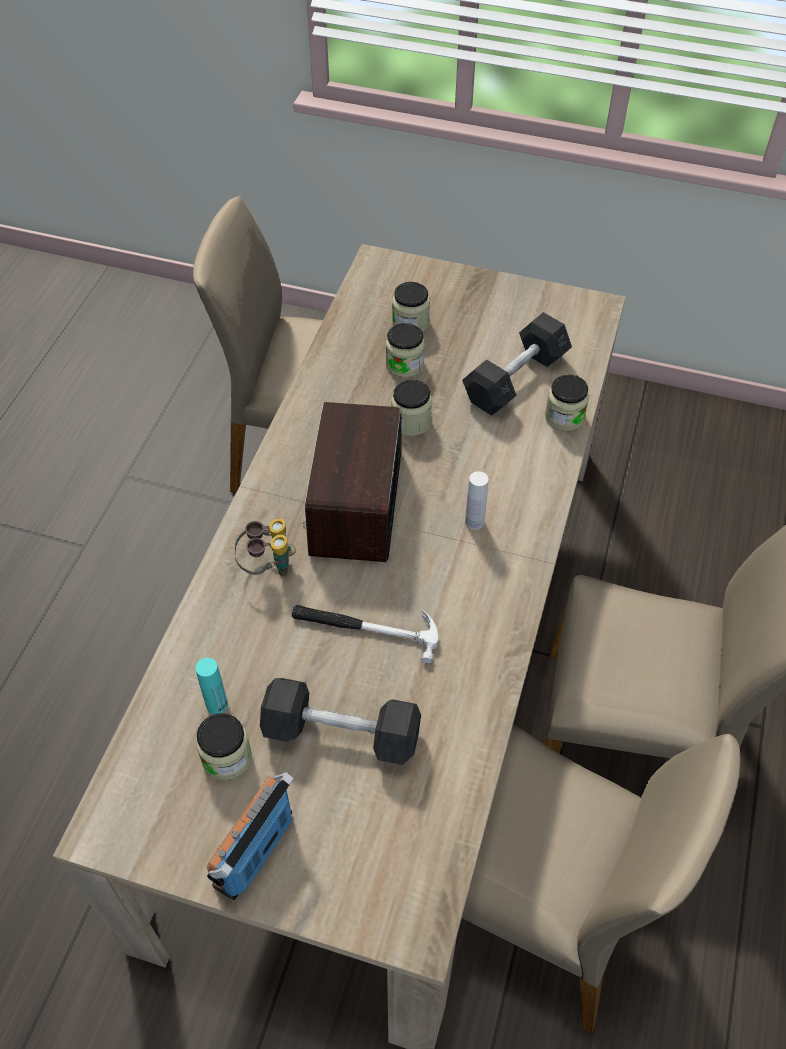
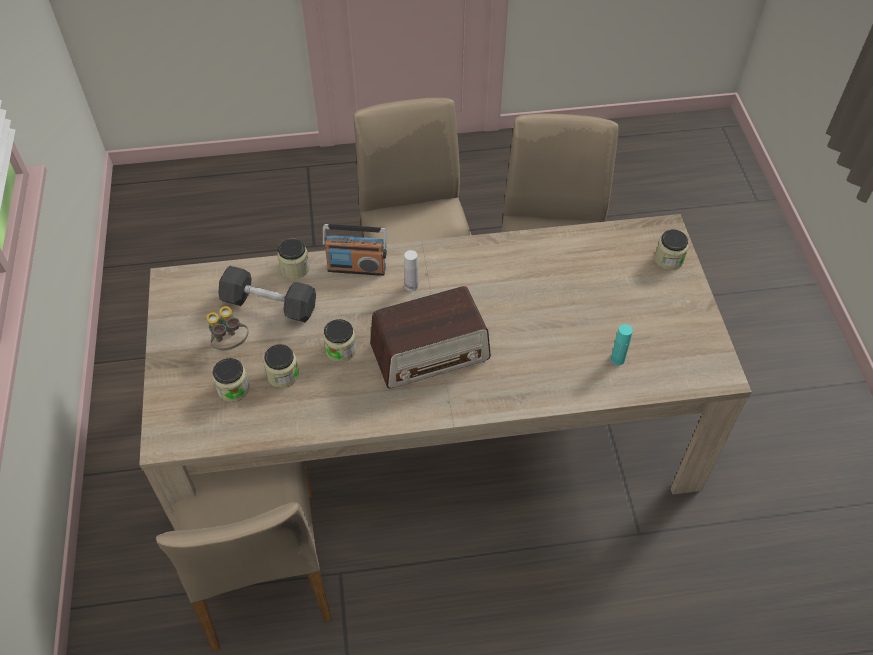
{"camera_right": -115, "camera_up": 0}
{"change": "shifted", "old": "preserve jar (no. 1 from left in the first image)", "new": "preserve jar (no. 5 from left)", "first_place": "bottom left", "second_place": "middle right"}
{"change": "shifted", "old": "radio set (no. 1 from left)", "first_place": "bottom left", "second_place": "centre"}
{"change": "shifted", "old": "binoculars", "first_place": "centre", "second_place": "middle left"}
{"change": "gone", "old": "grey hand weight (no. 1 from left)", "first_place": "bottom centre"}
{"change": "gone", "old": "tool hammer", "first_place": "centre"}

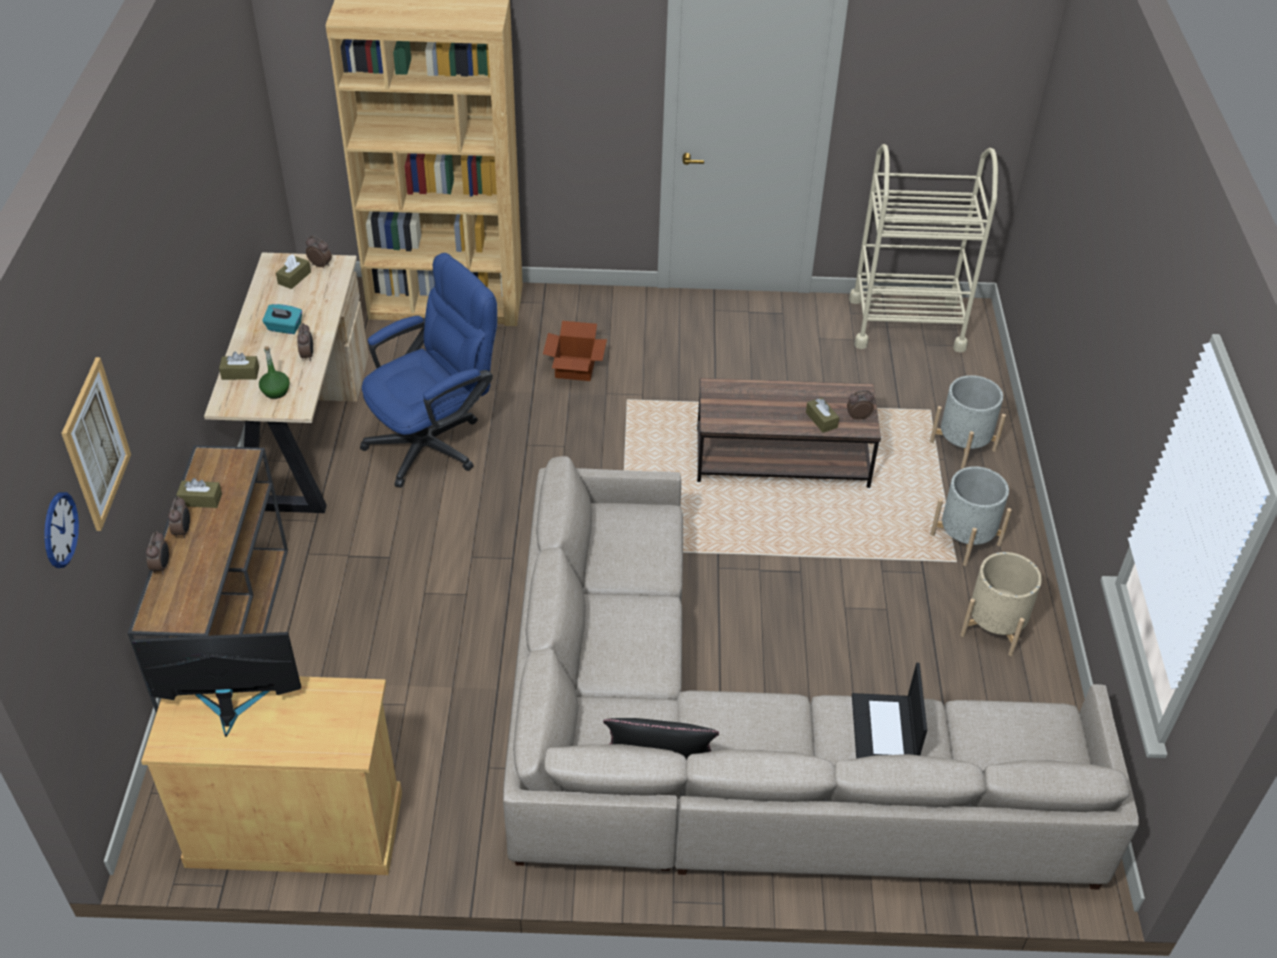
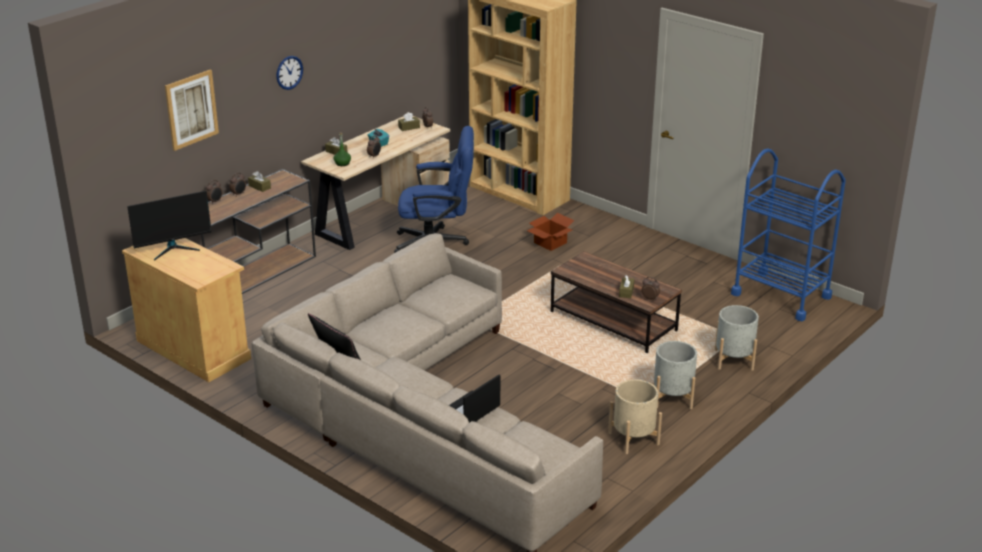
{"camera_right": 40, "camera_up": -15}
{"change": "shifted", "old": "clock on the wall", "first_place": "middle left", "second_place": "top left"}
{"change": "rotated", "old": "monitor", "first_place": "bottom left", "second_place": "middle left", "degrees": 120}
{"change": "repainted", "old": "beige wheeled cart", "new": "blue-coloured wheeled cart", "first_place": "top right", "second_place": "middle right"}

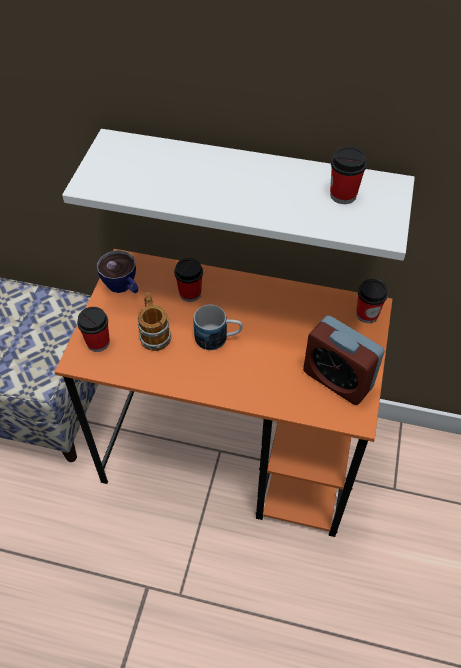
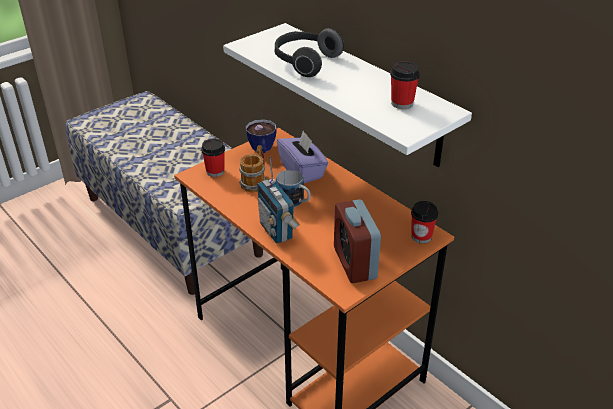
{"camera_right": 35, "camera_up": -15}
{"change": "swapped", "old": "cup (no. 3 from left)", "new": "purple tissue box", "first_place": "centre", "second_place": "centre"}
{"change": "new", "new": "radio set", "second_place": "centre"}
{"change": "new", "new": "headphones", "second_place": "top centre"}

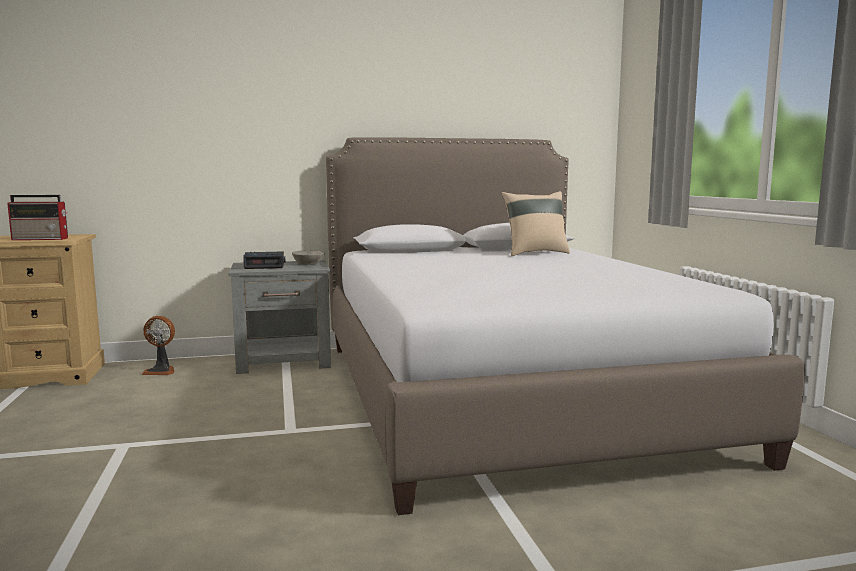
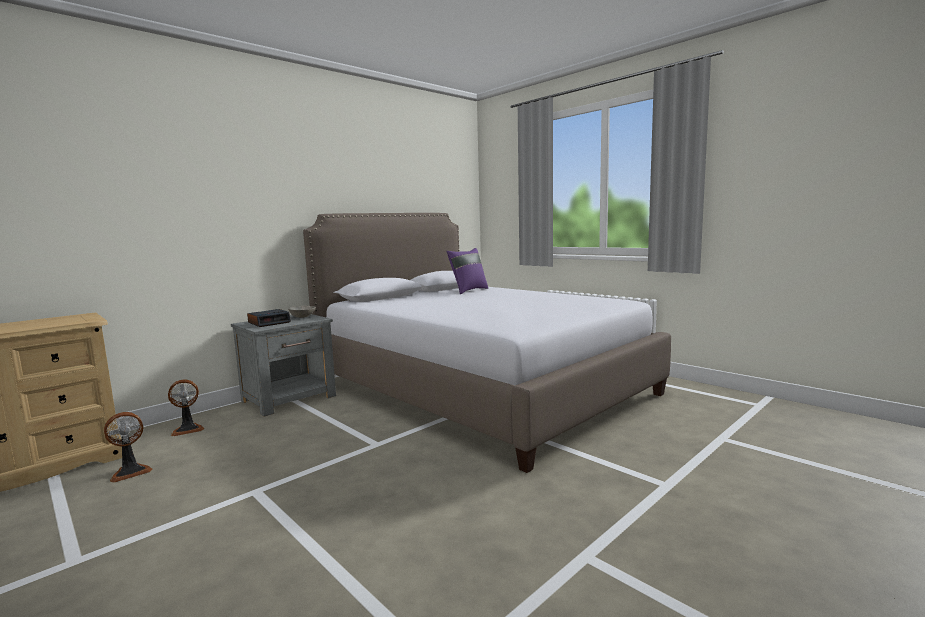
{"camera_right": -30, "camera_up": 0}
{"change": "gone", "old": "radio set", "first_place": "middle left"}
{"change": "repainted", "old": "beige cushion", "new": "purple cushion", "first_place": "centre", "second_place": "centre"}
{"change": "new", "new": "electric fan (no. 1 from left)", "second_place": "bottom left"}

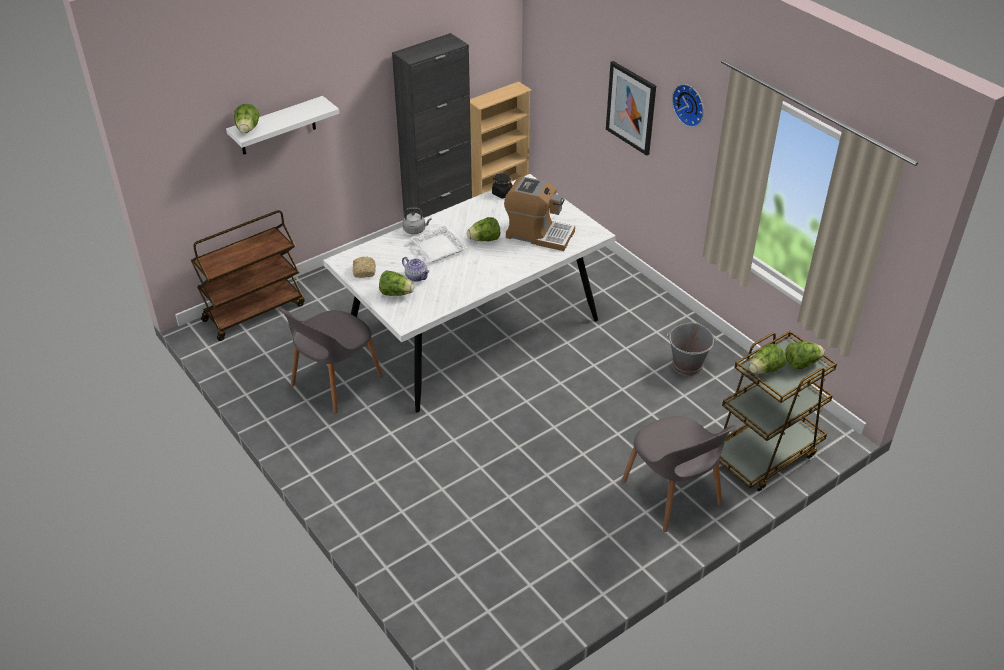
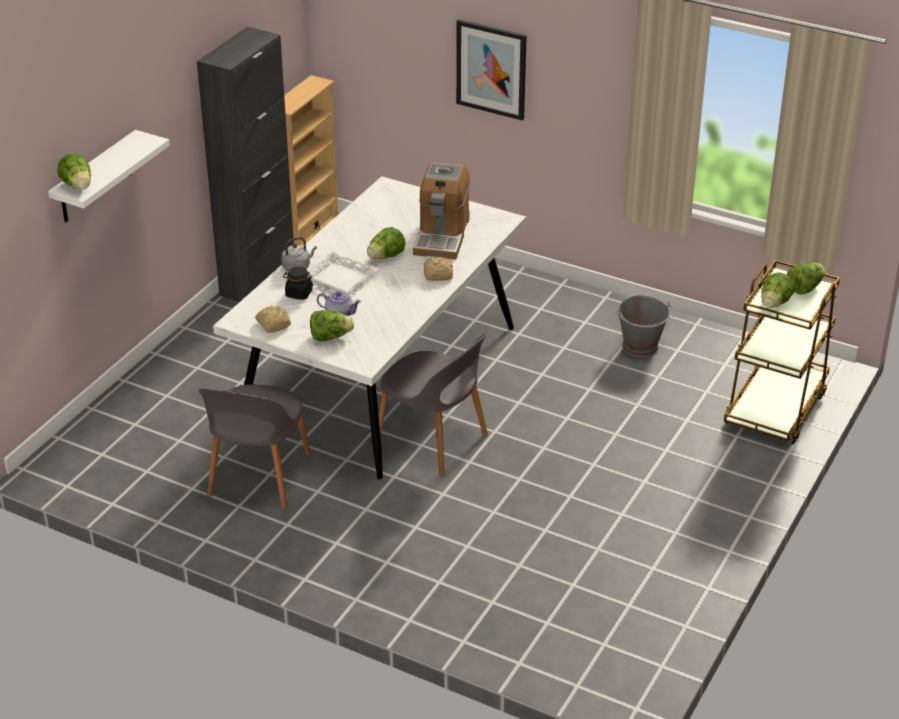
{"camera_right": -25, "camera_up": -5}
{"change": "gone", "old": "brownish wheeled cart (no. 1 from left)", "first_place": "middle left"}
{"change": "shifted", "old": "black preserve jar", "first_place": "top centre", "second_place": "middle left"}
{"change": "rotated", "old": "coffee machine", "first_place": "top centre", "second_place": "top centre", "degrees": 105}
{"change": "shifted", "old": "grey plain chair (no. 2 from left)", "first_place": "bottom right", "second_place": "centre"}
{"change": "gone", "old": "clock on the wall", "first_place": "top right"}
{"change": "new", "new": "bakery bread (no. 2 from left)", "second_place": "centre"}

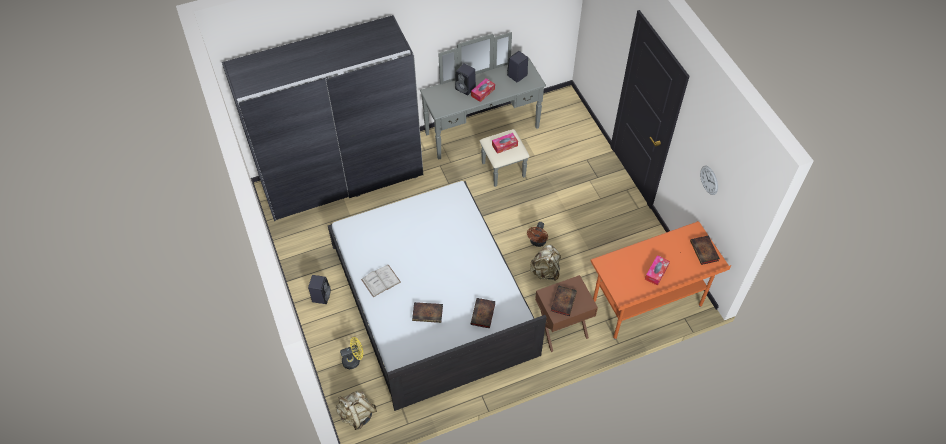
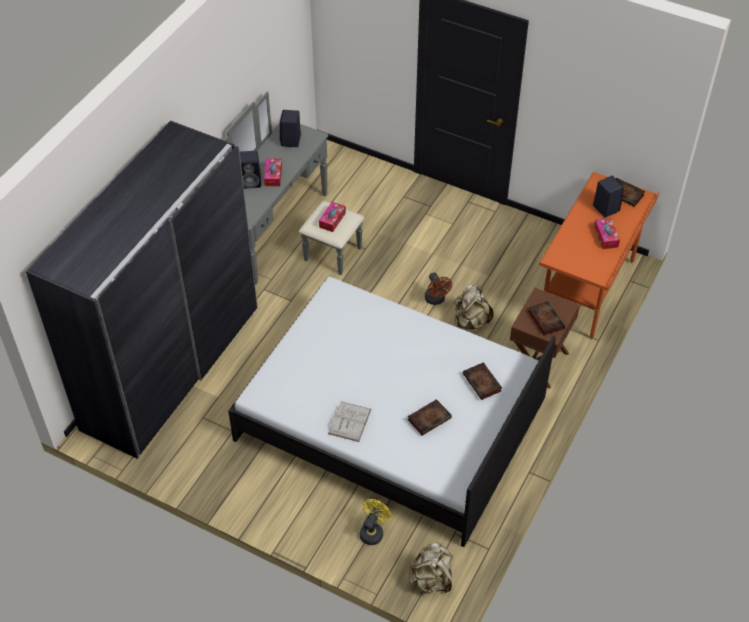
{"camera_right": -40, "camera_up": -5}
{"change": "shifted", "old": "black loudspeaker (no. 1 from left in the first image)", "new": "black loudspeaker (no. 3 from left)", "first_place": "centre", "second_place": "top right"}
{"change": "gone", "old": "clock on the wall", "first_place": "middle right"}

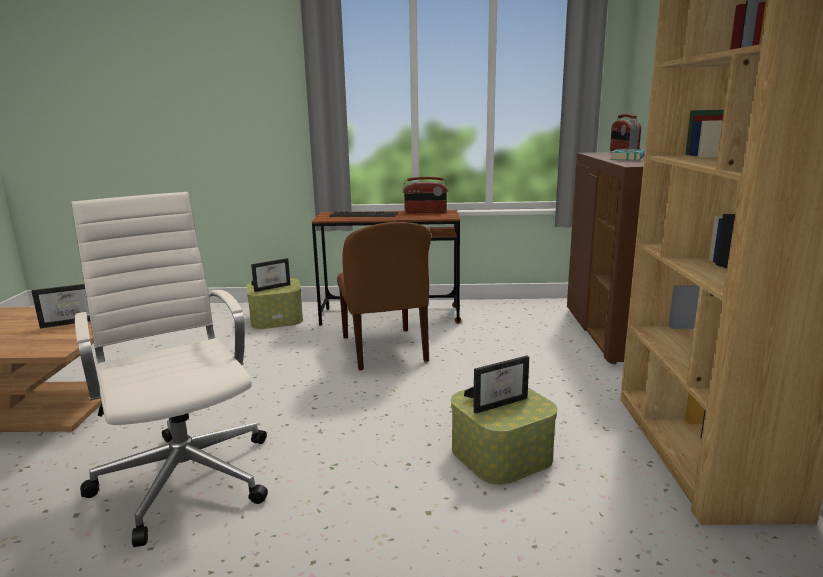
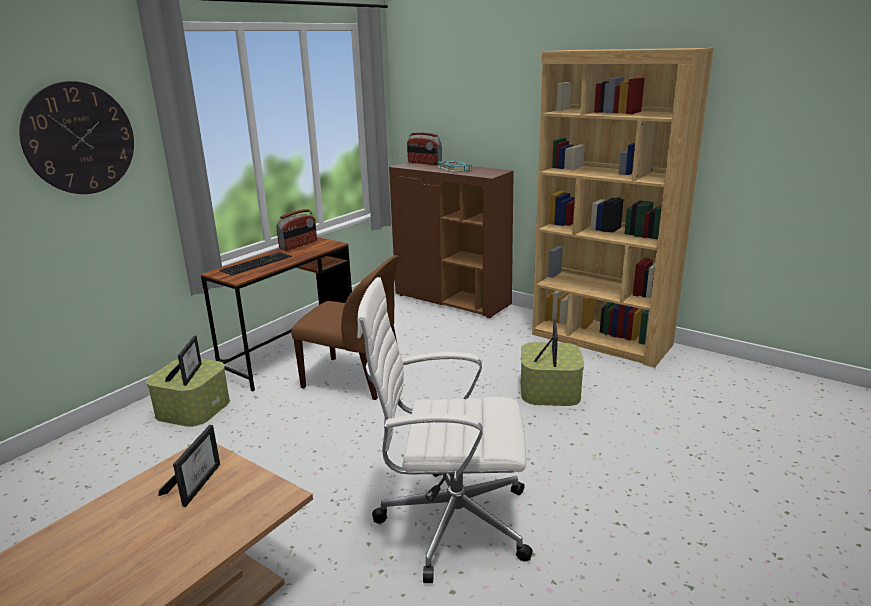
{"camera_right": -55, "camera_up": 5}
{"change": "new", "new": "clock on the wall", "second_place": "top left"}

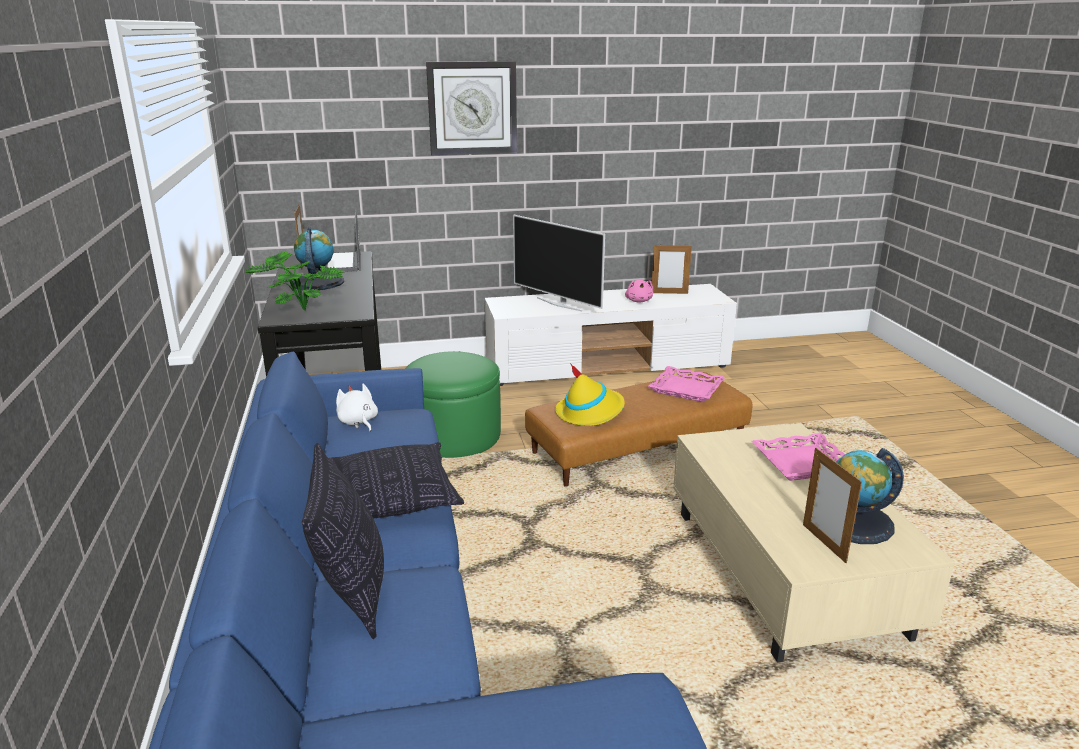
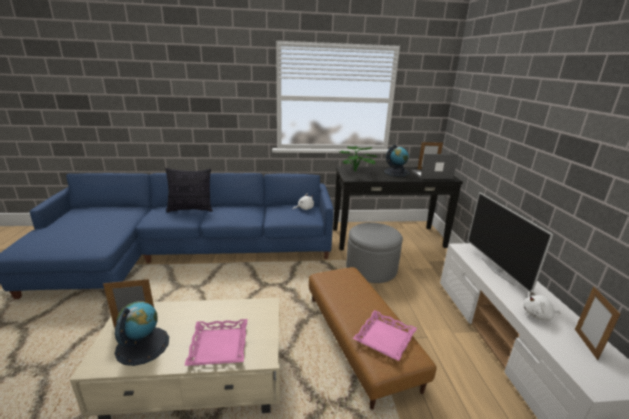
{"camera_right": 95, "camera_up": 0}
{"change": "gone", "old": "cushion (no. 2 from left)", "first_place": "centre"}
{"change": "repainted", "old": "greenish ottoman", "new": "grey ottoman", "first_place": "centre", "second_place": "centre"}
{"change": "gone", "old": "clock on the wall", "first_place": "top centre"}
{"change": "rotated", "old": "TV set", "first_place": "centre", "second_place": "middle right", "degrees": -60}
{"change": "gone", "old": "yellowish wearable hat", "first_place": "centre"}
{"change": "repainted", "old": "pinkish cuddly toy", "new": "white-coloured cuddly toy (no. 2 from left)", "first_place": "centre", "second_place": "bottom right"}

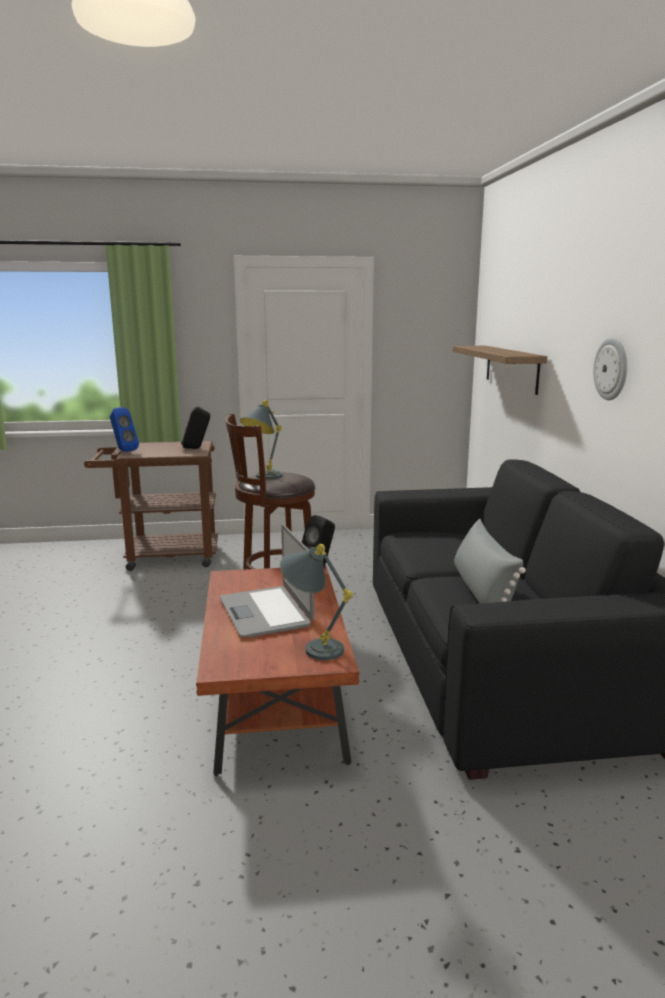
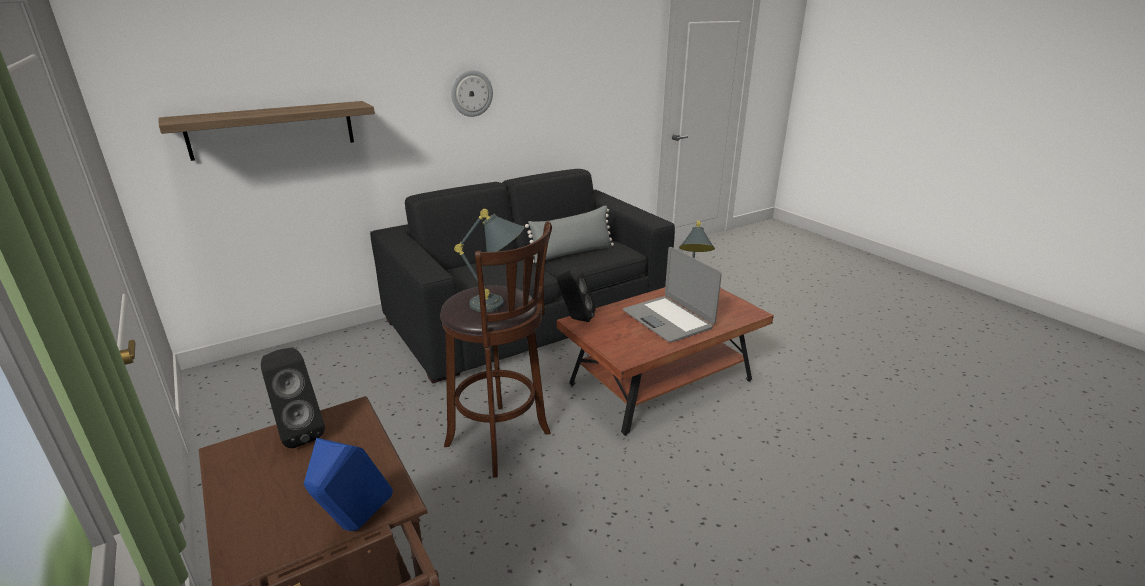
{"camera_right": -115, "camera_up": 10}
{"change": "rotated", "old": "laptop", "first_place": "centre", "second_place": "centre", "degrees": 105}

